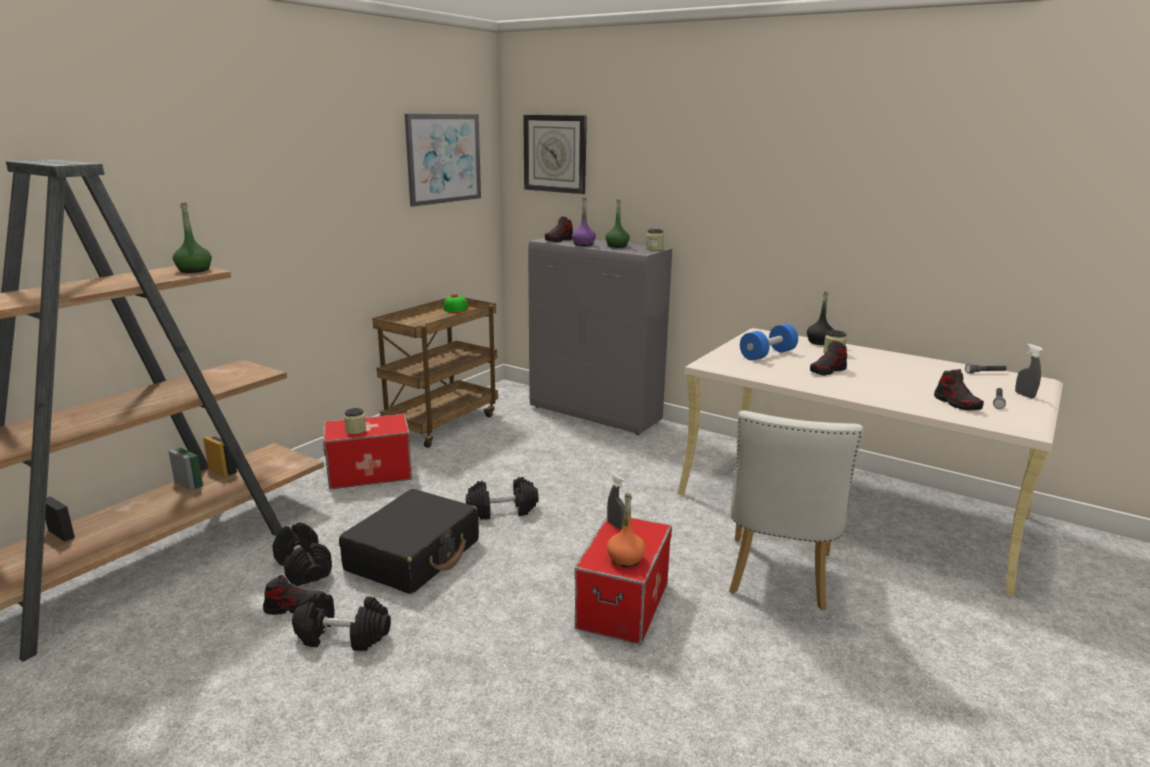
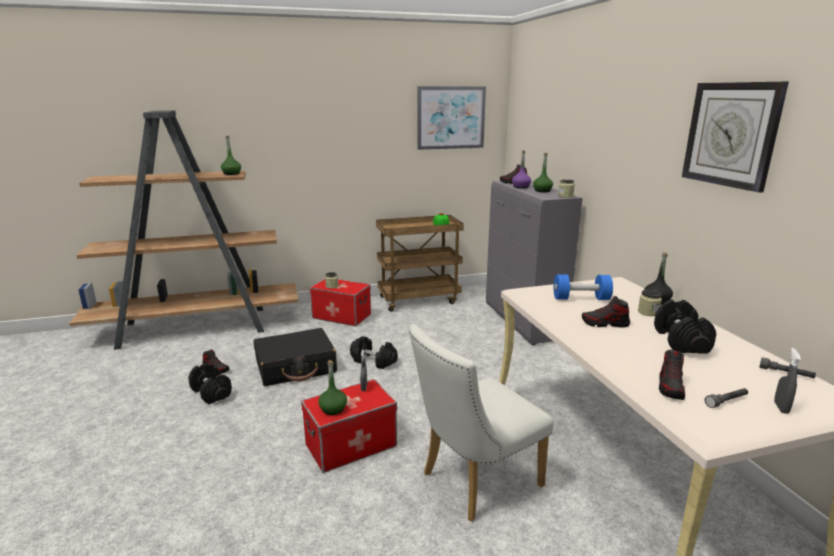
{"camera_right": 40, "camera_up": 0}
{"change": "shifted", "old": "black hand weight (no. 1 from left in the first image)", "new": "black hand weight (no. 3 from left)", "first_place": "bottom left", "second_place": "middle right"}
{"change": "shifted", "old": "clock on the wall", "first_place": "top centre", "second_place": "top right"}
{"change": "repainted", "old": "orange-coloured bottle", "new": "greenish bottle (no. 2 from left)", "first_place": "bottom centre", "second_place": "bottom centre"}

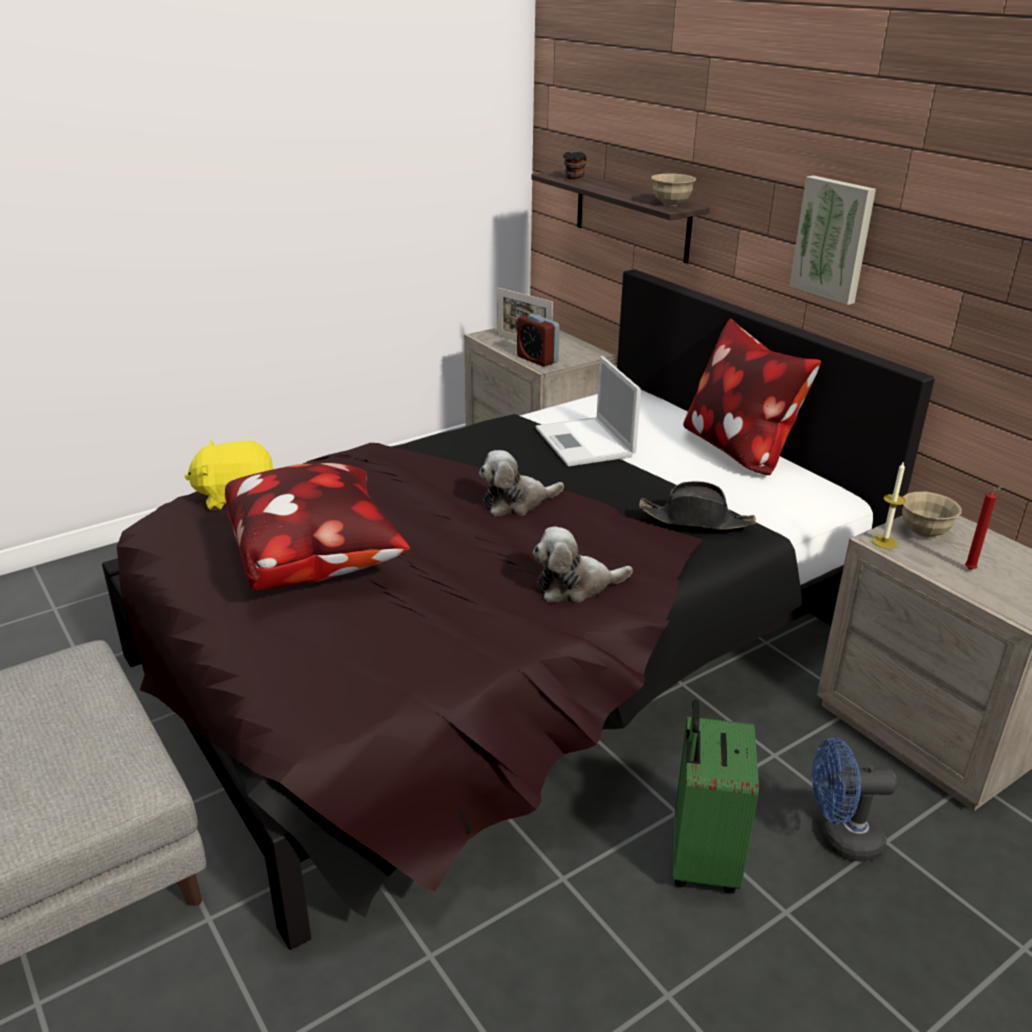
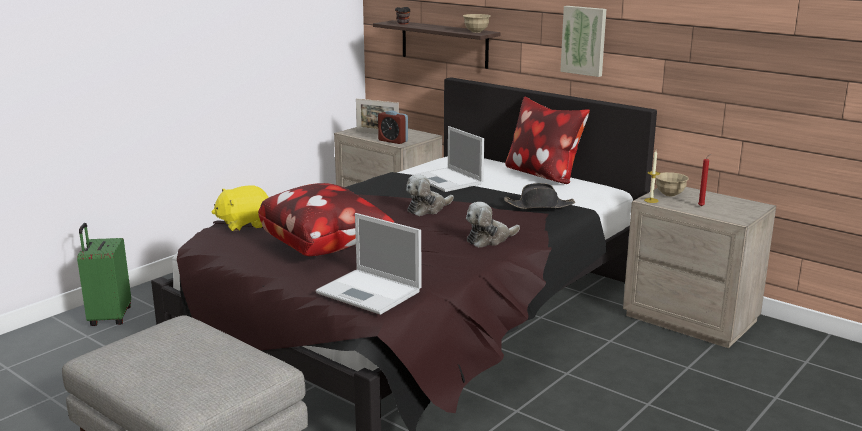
{"camera_right": -15, "camera_up": -10}
{"change": "shifted", "old": "greenish piece of luggage", "first_place": "bottom right", "second_place": "middle left"}
{"change": "gone", "old": "blue-coloured electric fan", "first_place": "bottom right"}
{"change": "new", "new": "laptop (no. 1 from left)", "second_place": "centre"}

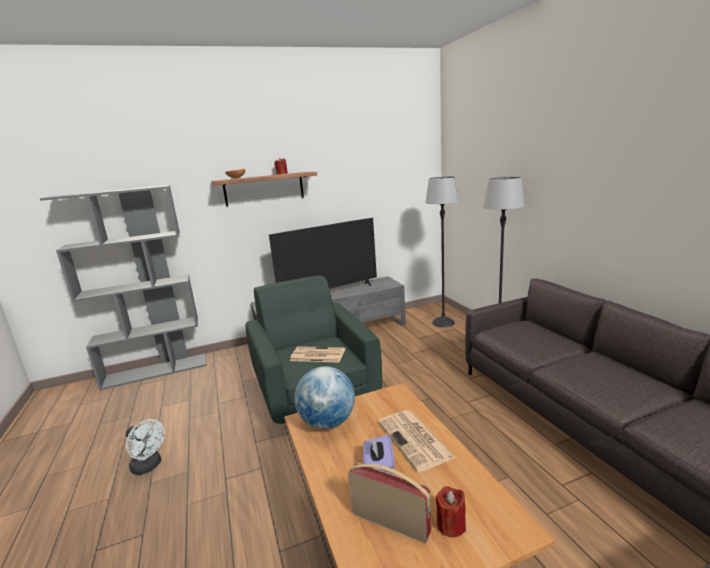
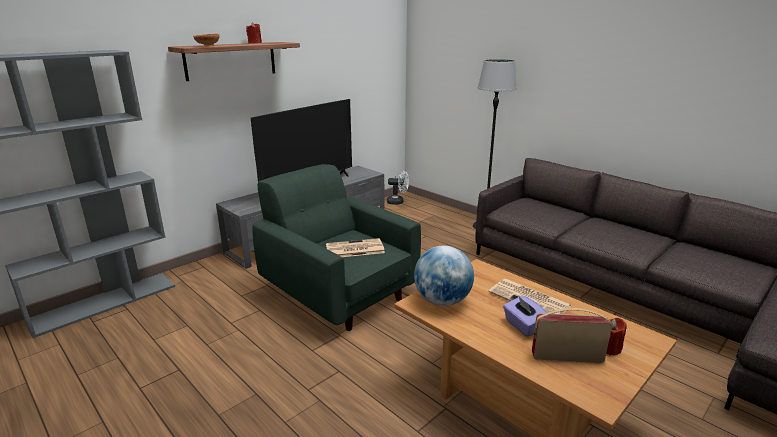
{"camera_right": -25, "camera_up": 5}
{"change": "shifted", "old": "white-coloured electric fan", "first_place": "bottom left", "second_place": "centre"}
{"change": "gone", "old": "floor lamp (no. 1 from left)", "first_place": "centre"}

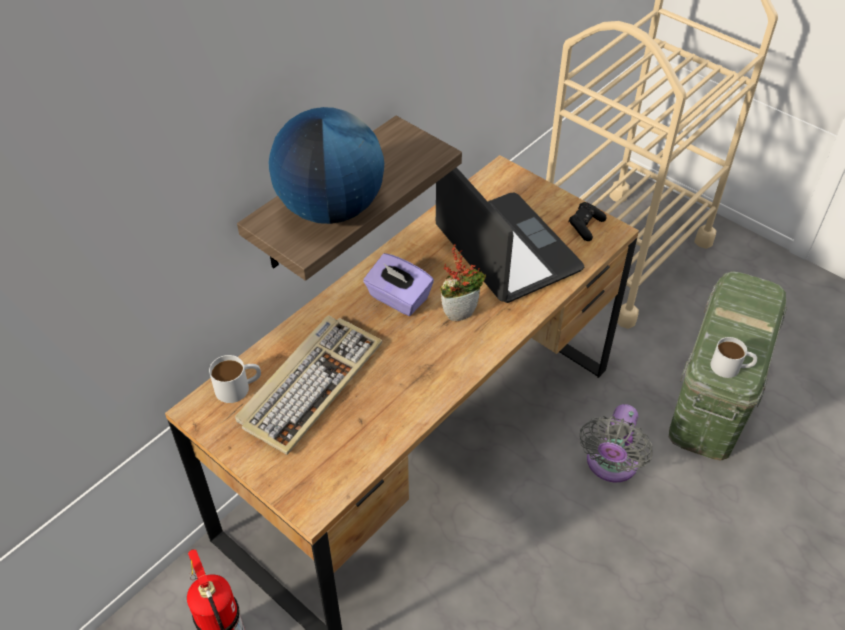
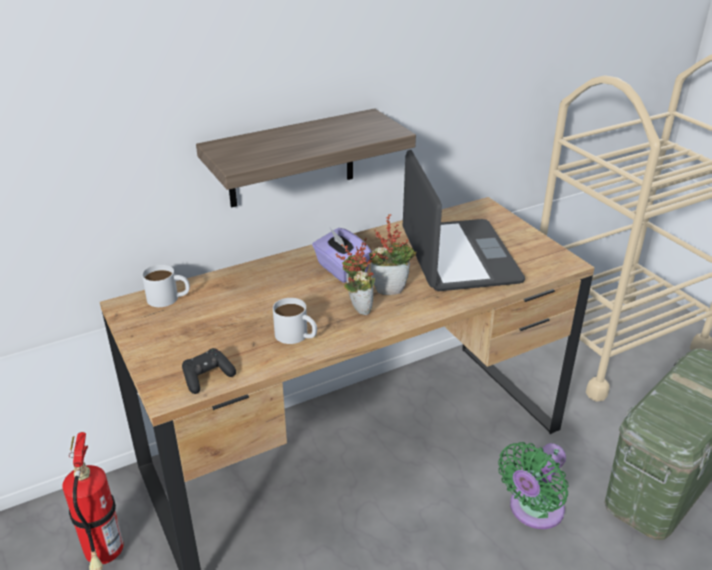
{"camera_right": 20, "camera_up": -15}
{"change": "gone", "old": "keyboard", "first_place": "centre"}
{"change": "gone", "old": "globe", "first_place": "top centre"}
{"change": "shifted", "old": "black joypad", "first_place": "middle right", "second_place": "middle left"}
{"change": "repainted", "old": "grey electric fan", "new": "greenish electric fan", "first_place": "bottom right", "second_place": "bottom right"}
{"change": "shifted", "old": "white-coloured tea mug (no. 2 from left)", "first_place": "middle right", "second_place": "centre"}
{"change": "new", "new": "plant in a pot (no. 1 from left)", "second_place": "centre"}

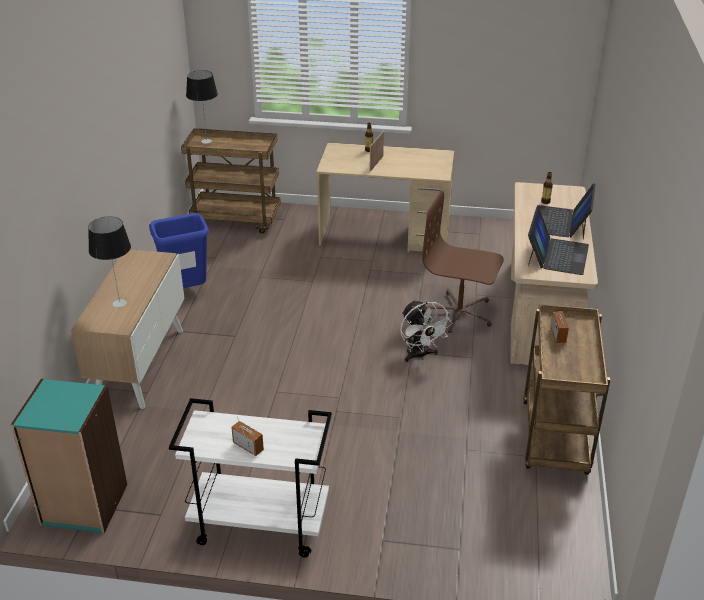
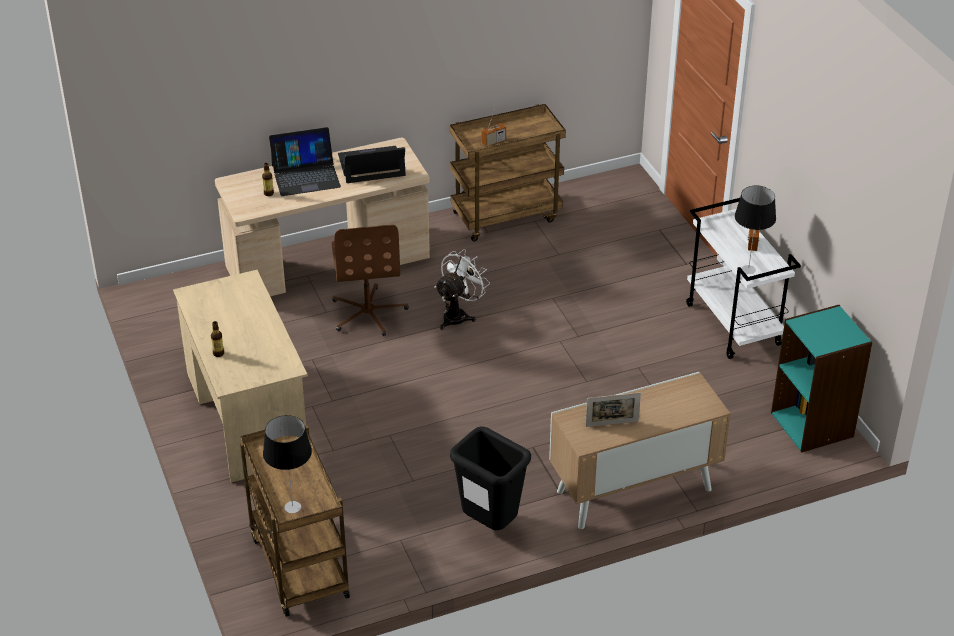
{"camera_right": -120, "camera_up": 5}
{"change": "shifted", "old": "tabletop lamp (no. 1 from left in the first image)", "new": "tabletop lamp (no. 2 from left)", "first_place": "middle left", "second_place": "middle right"}
{"change": "repainted", "old": "blue-coloured rubbish bin", "new": "black rubbish bin", "first_place": "middle left", "second_place": "bottom centre"}
{"change": "shifted", "old": "photo frame", "first_place": "top centre", "second_place": "centre"}

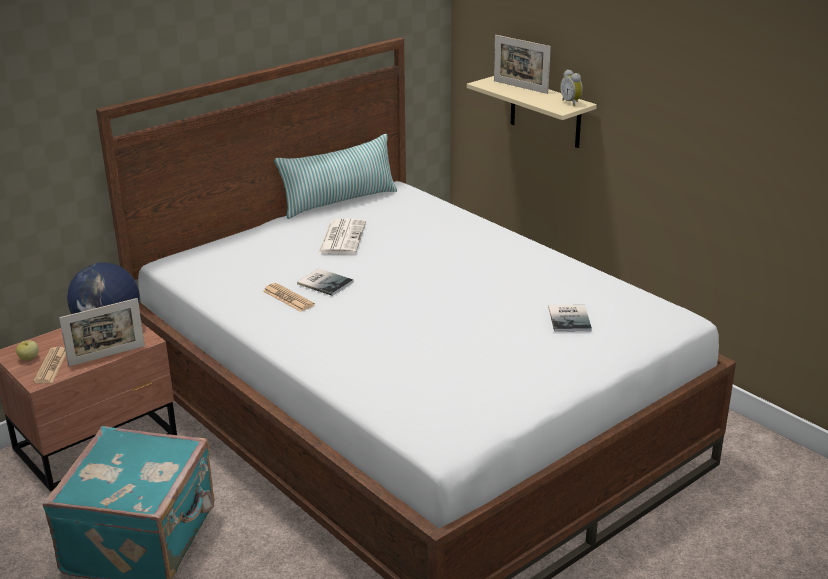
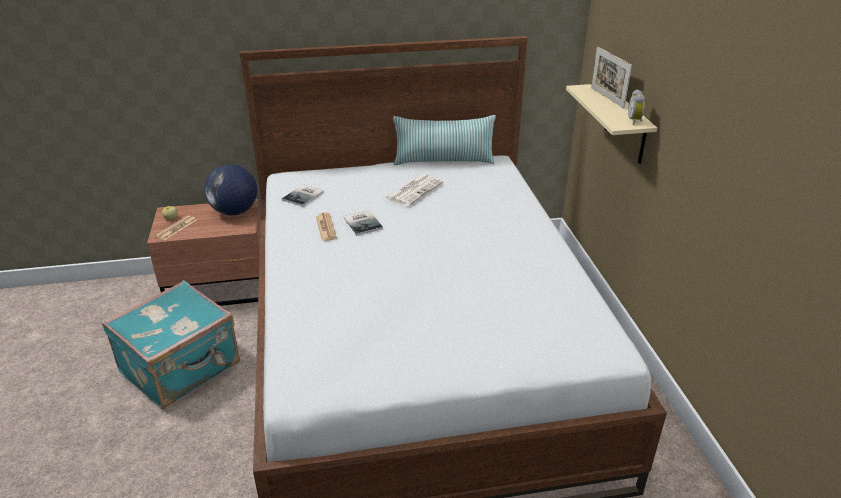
{"camera_right": 30, "camera_up": 5}
{"change": "gone", "old": "photo frame (no. 1 from left)", "first_place": "middle left"}
{"change": "shifted", "old": "volume (no. 2 from left in the first image)", "new": "volume (no. 1 from left)", "first_place": "middle right", "second_place": "centre"}

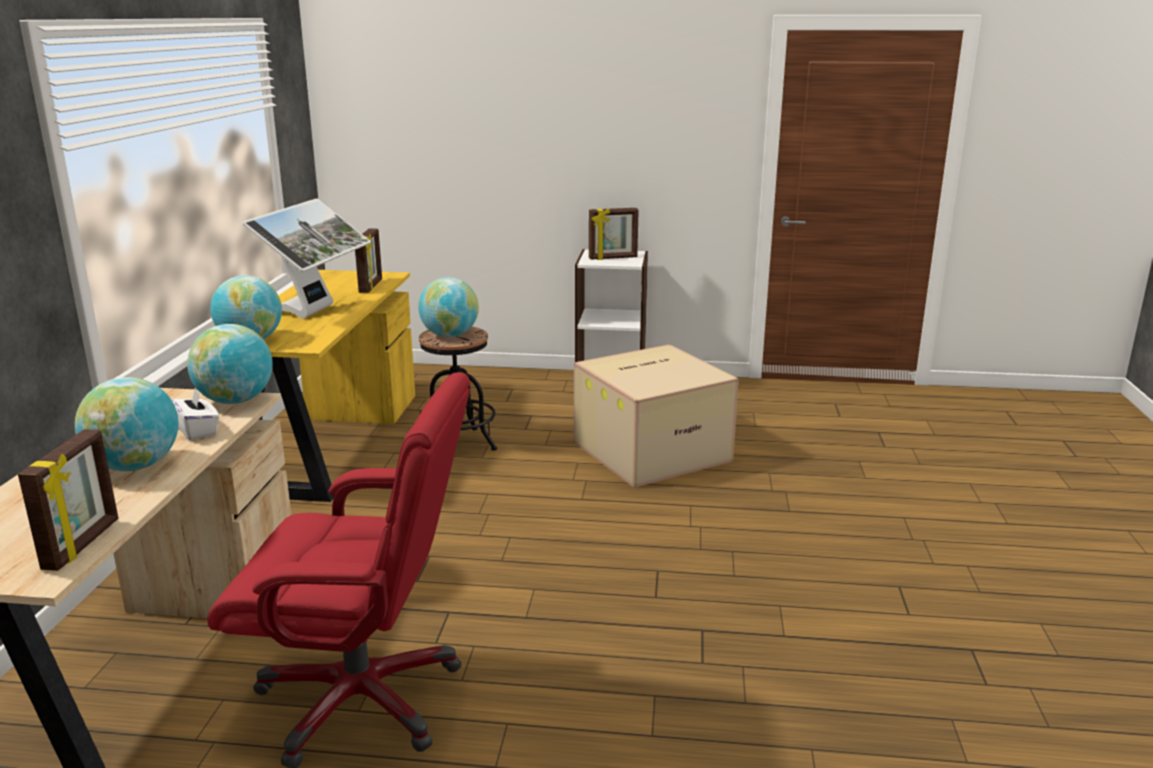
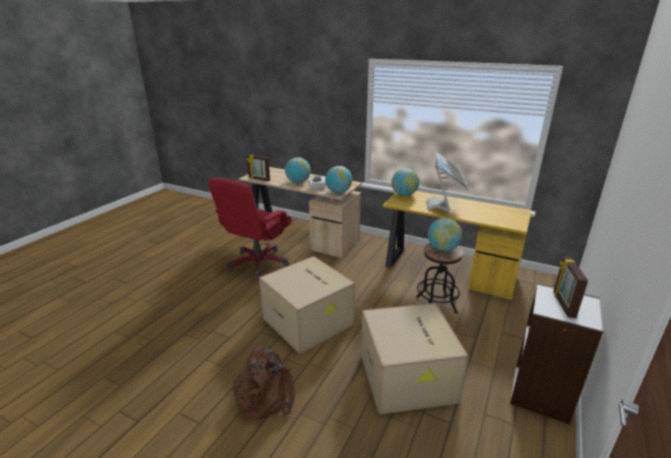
{"camera_right": 110, "camera_up": 5}
{"change": "rotated", "old": "monitor", "first_place": "middle left", "second_place": "centre", "degrees": -120}
{"change": "gone", "old": "photo frame (no. 2 from left)", "first_place": "middle left"}
{"change": "new", "new": "brownish knapsack", "second_place": "bottom centre"}
{"change": "new", "new": "carton (no. 1 from left)", "second_place": "centre"}

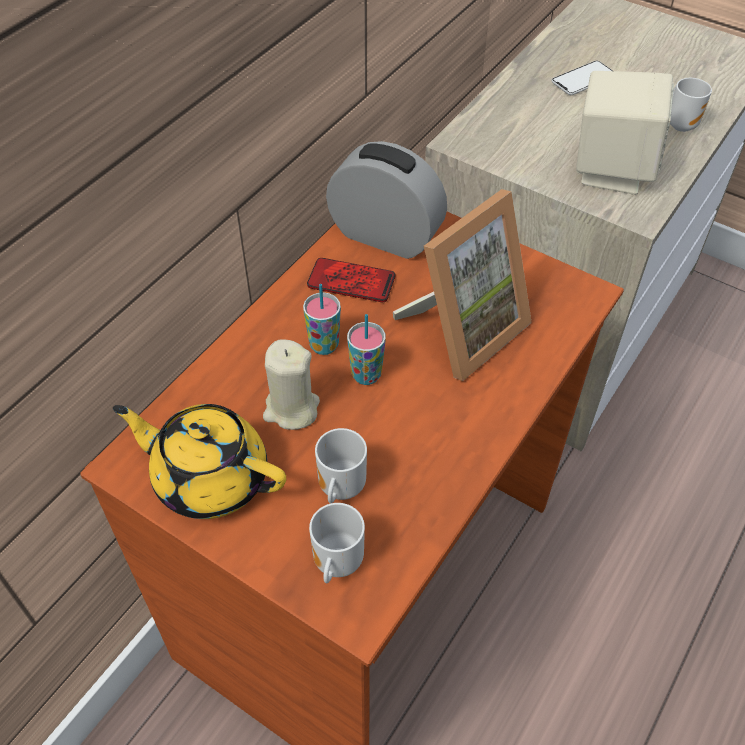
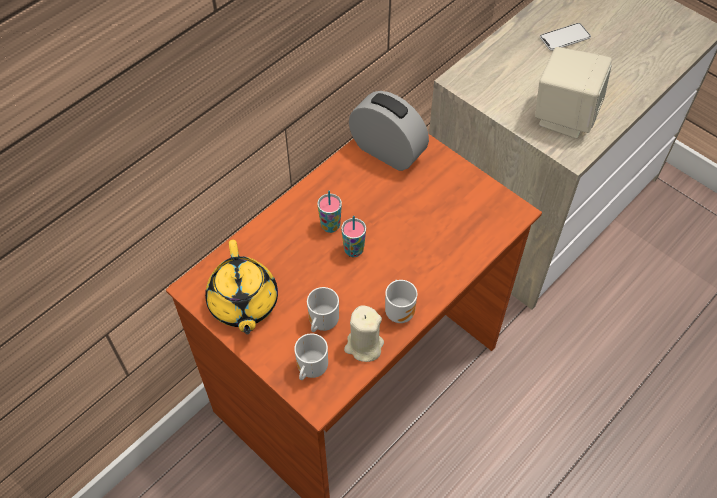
{"camera_right": 10, "camera_up": 5}
{"change": "rotated", "old": "yellowish tea pot", "first_place": "middle left", "second_place": "centre", "degrees": -135}
{"change": "shifted", "old": "beige candle", "first_place": "centre", "second_place": "bottom centre"}
{"change": "gone", "old": "phone (no. 1 from left)", "first_place": "centre"}
{"change": "gone", "old": "photo frame", "first_place": "centre"}
{"change": "shifted", "old": "tea mug (no. 3 from left)", "first_place": "top right", "second_place": "centre"}

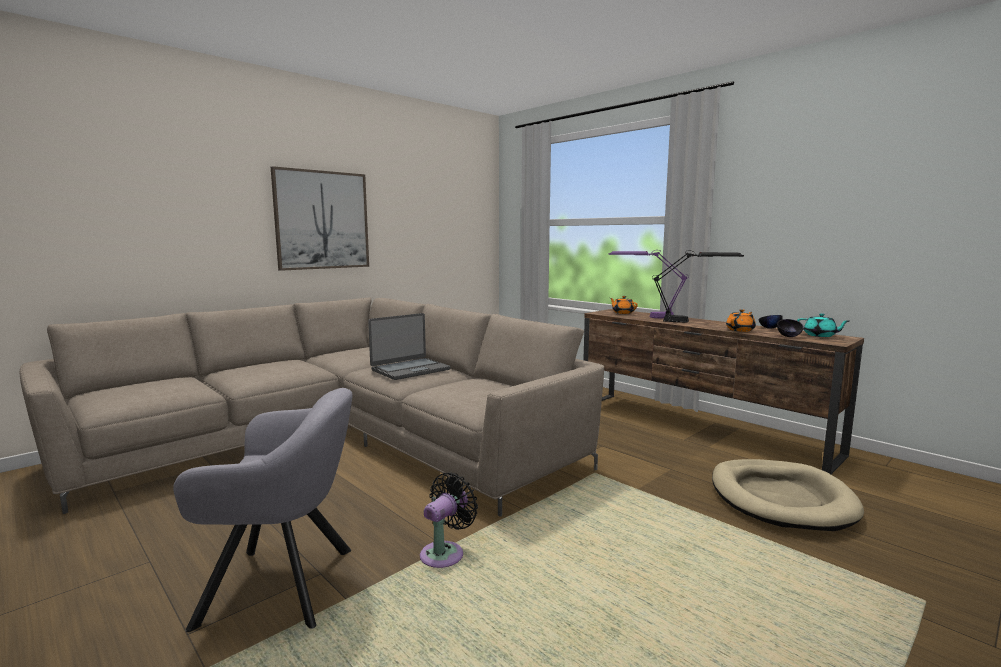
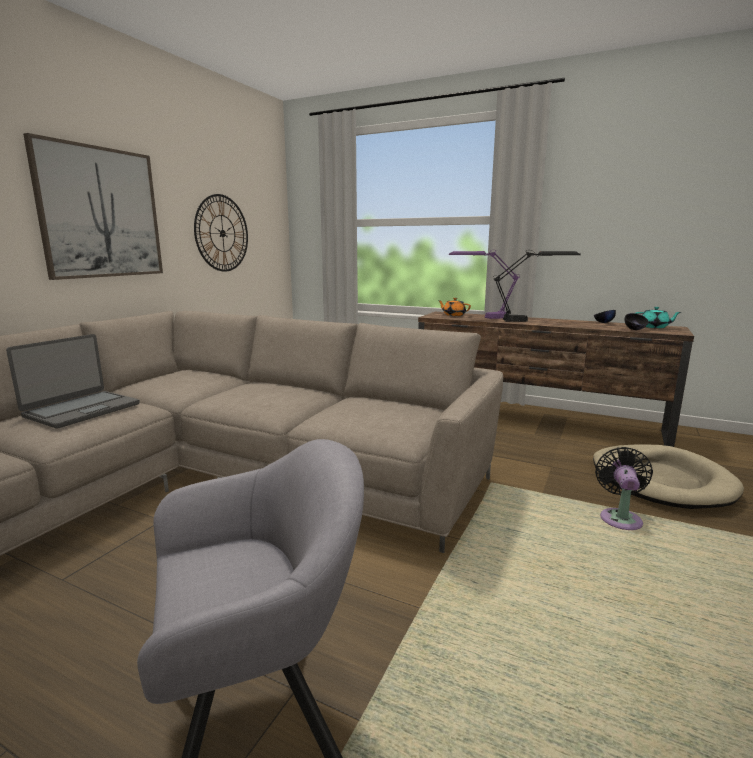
{"camera_right": -20, "camera_up": 5}
{"change": "shifted", "old": "laptop", "first_place": "centre", "second_place": "middle left"}
{"change": "shifted", "old": "black electric fan", "first_place": "bottom centre", "second_place": "middle right"}
{"change": "gone", "old": "orange-coloured tea pot (no. 2 from left)", "first_place": "middle right"}
{"change": "new", "new": "clock on the wall", "second_place": "top left"}

